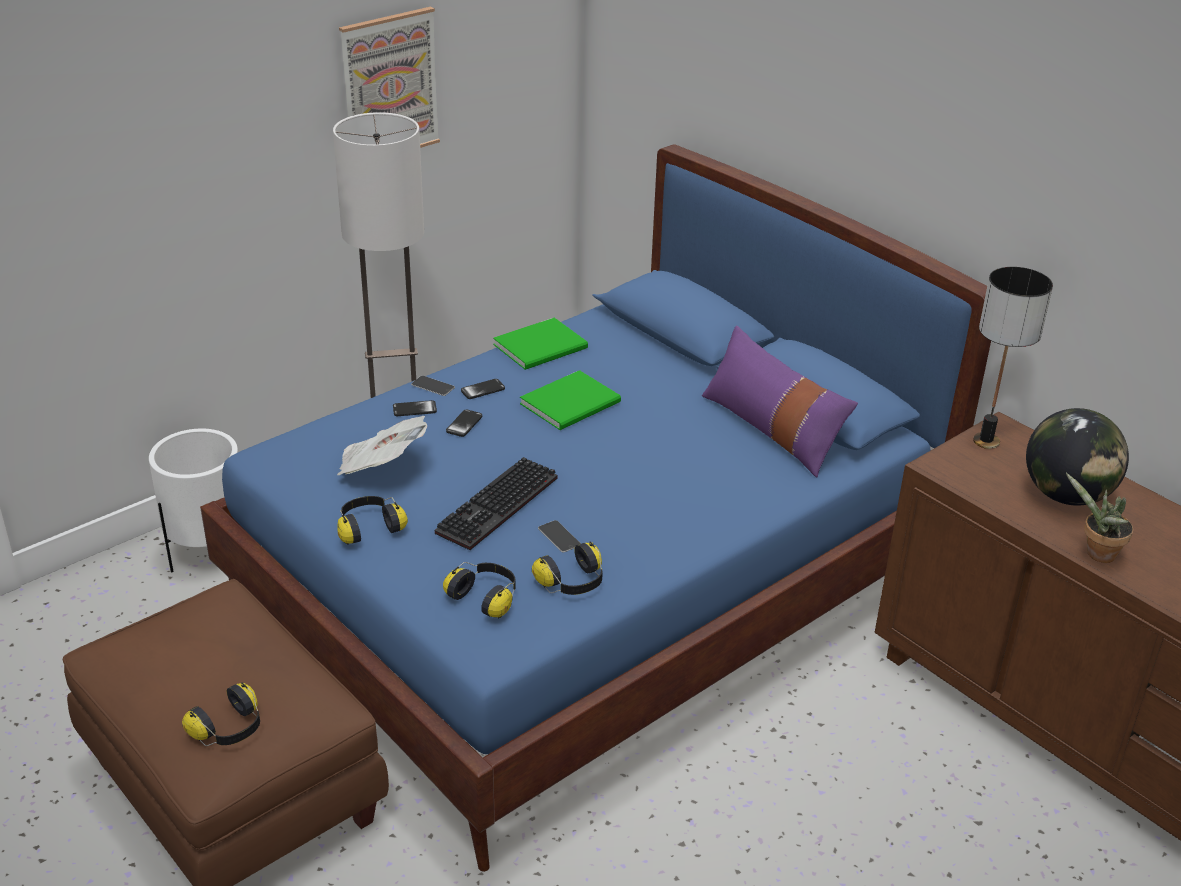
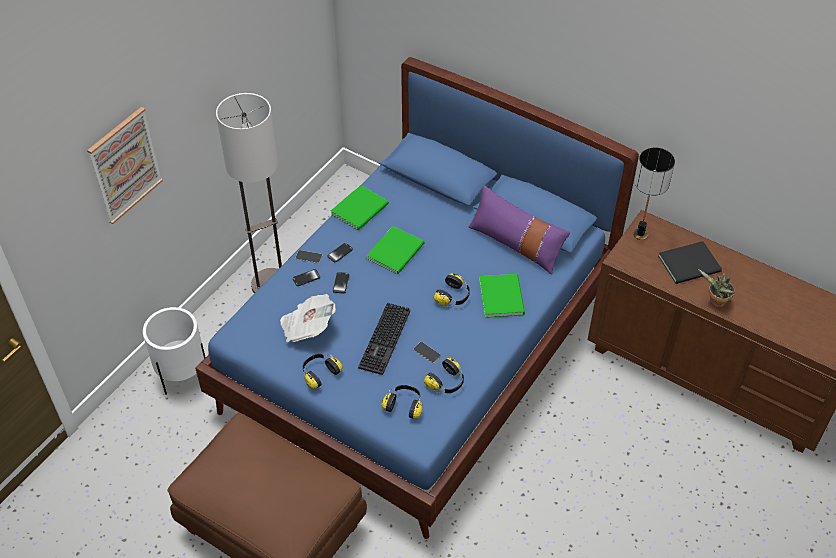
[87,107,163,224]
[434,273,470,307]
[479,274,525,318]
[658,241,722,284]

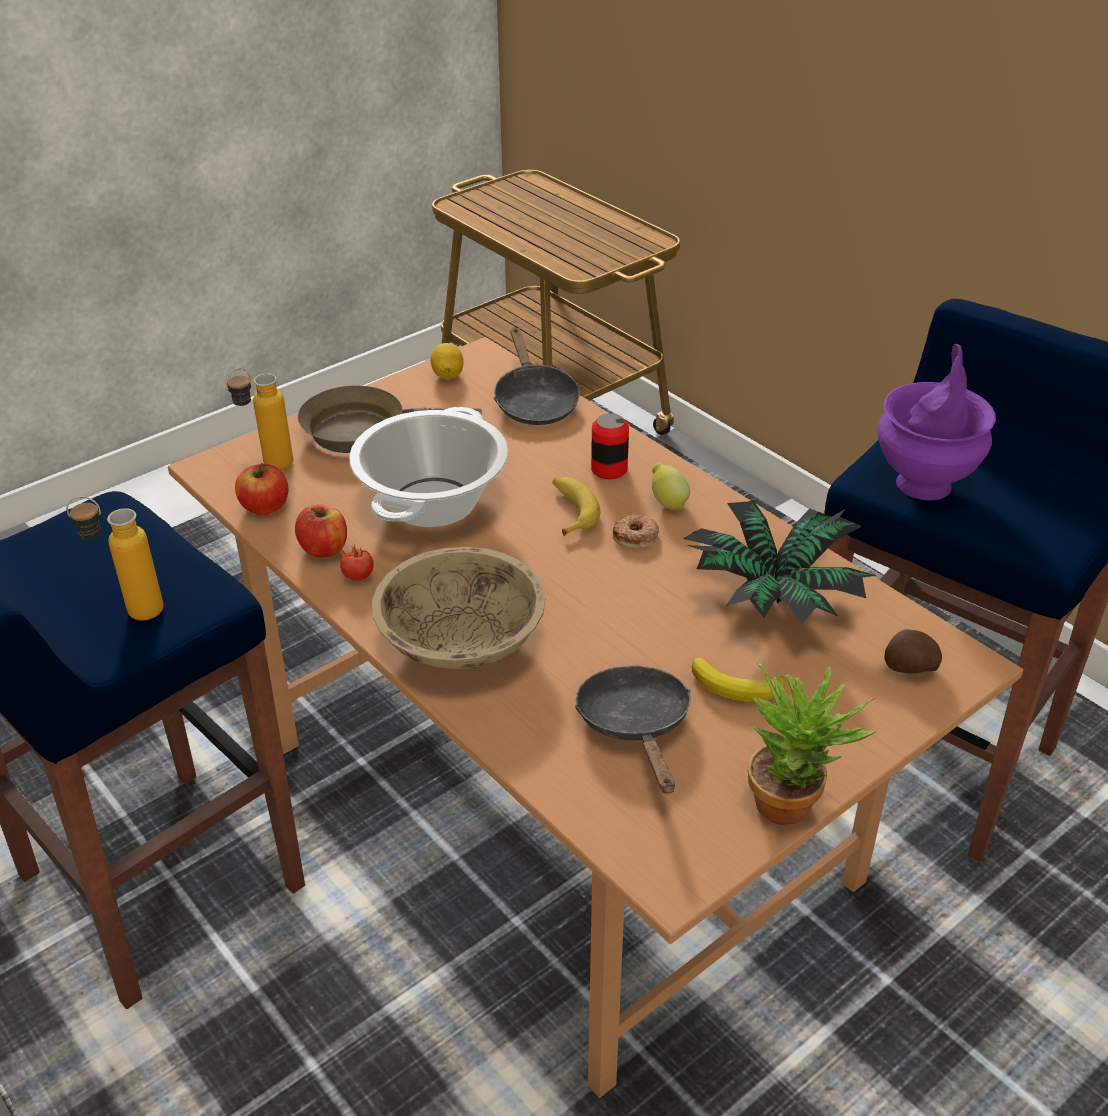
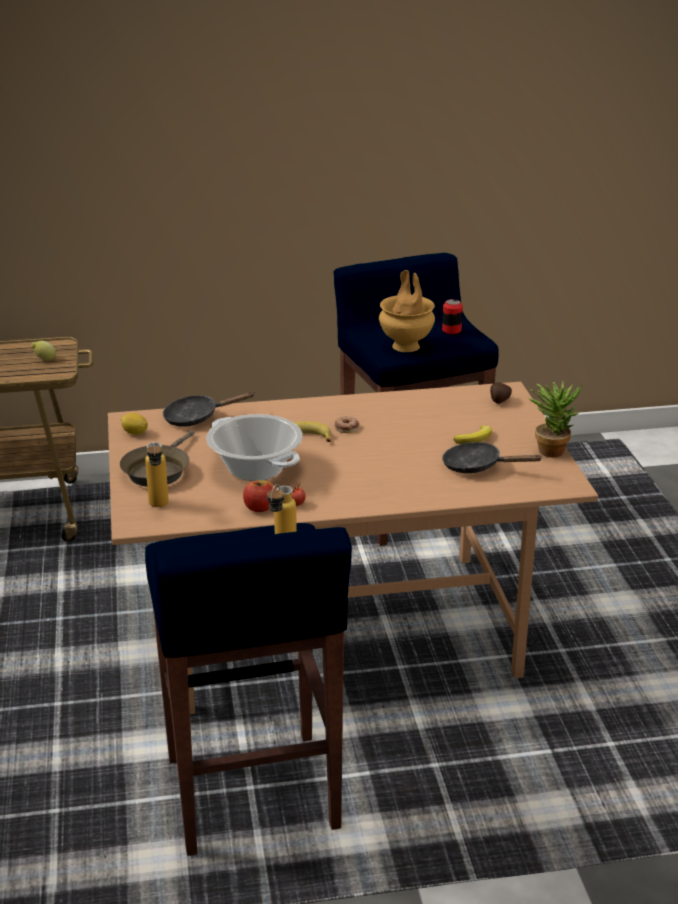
[31,341,56,361]
[163,392,255,427]
[379,270,435,352]
[442,299,463,334]
[235,463,288,515] (first image)
[372,547,546,670] (first image)
[683,500,877,625] (first image)

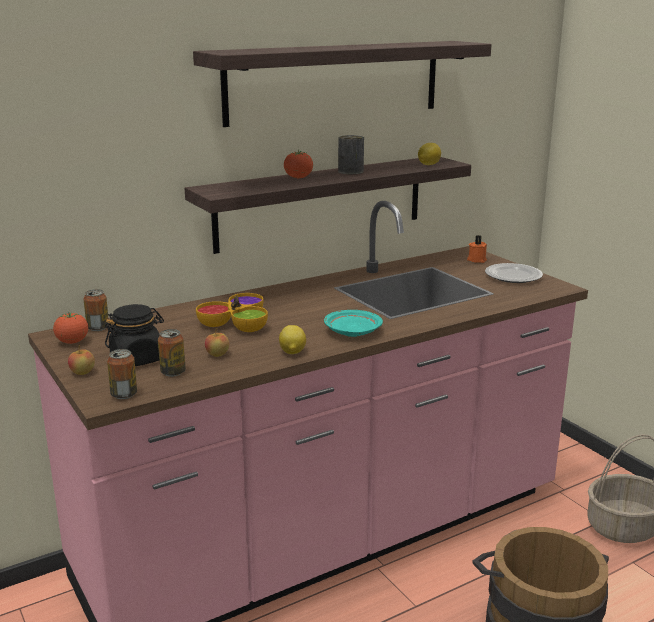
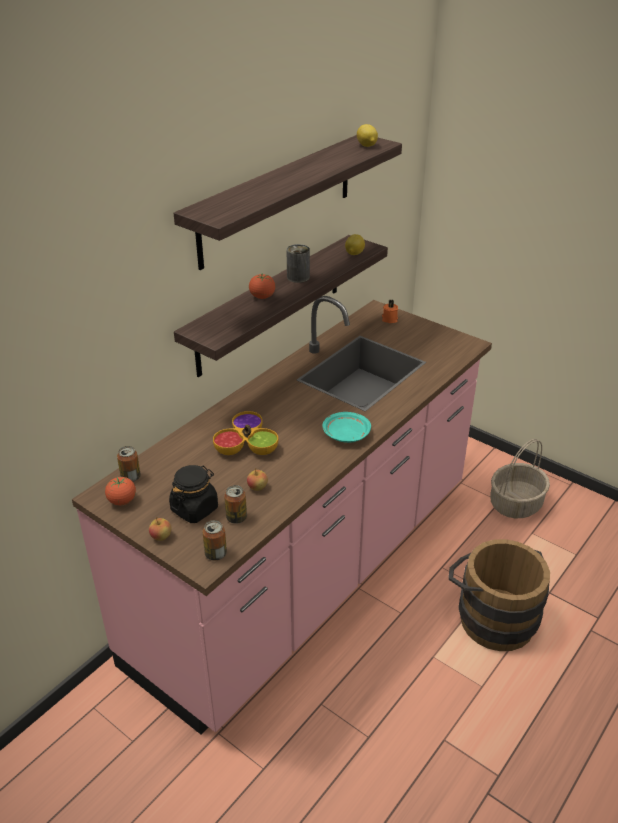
[357,124,378,147]
[485,263,543,283] (first image)

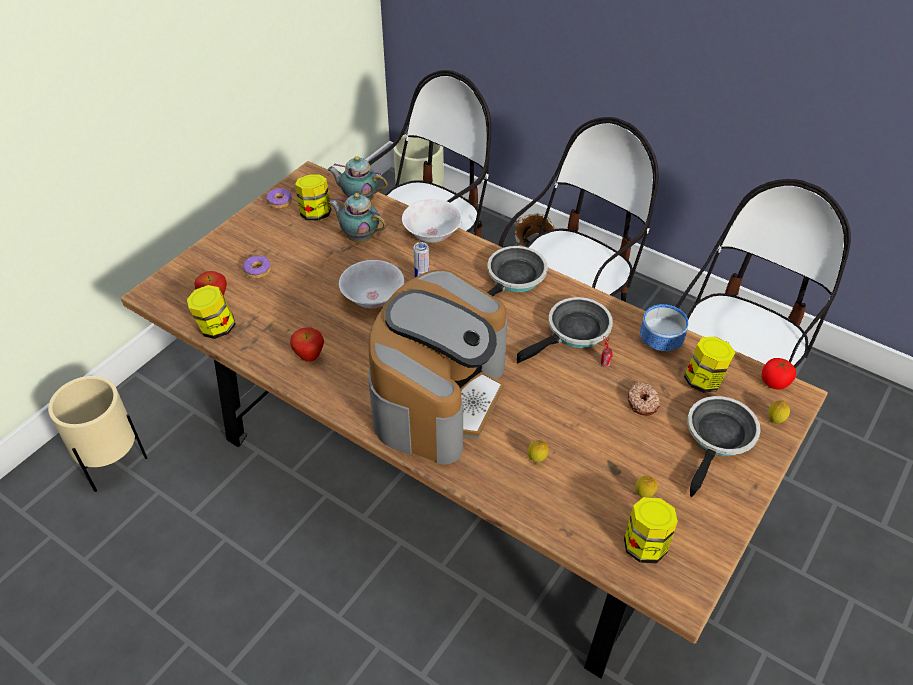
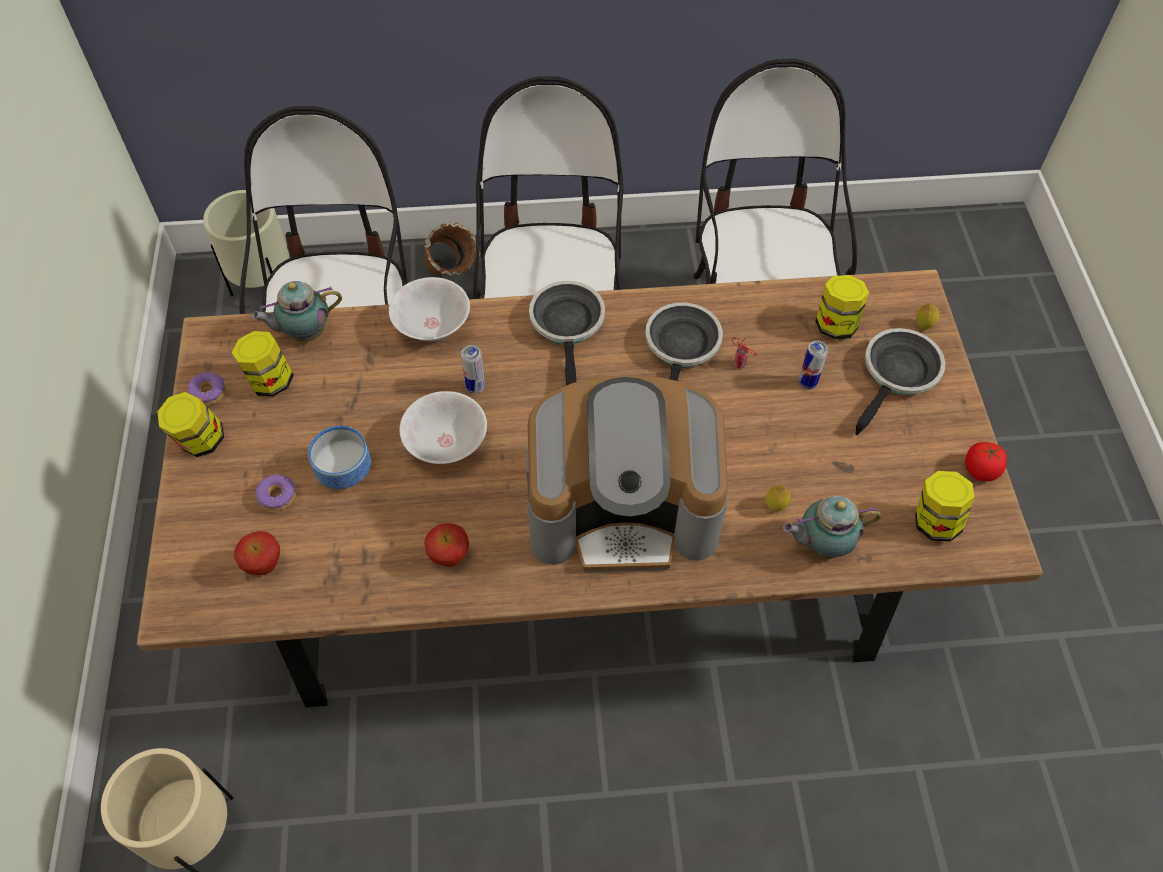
[158,392,224,457]
[308,426,371,489]
[526,375,728,572]
[783,495,881,559]
[799,341,828,389]
[856,328,945,435]
[965,442,1007,482]
[635,475,658,497] (first image)

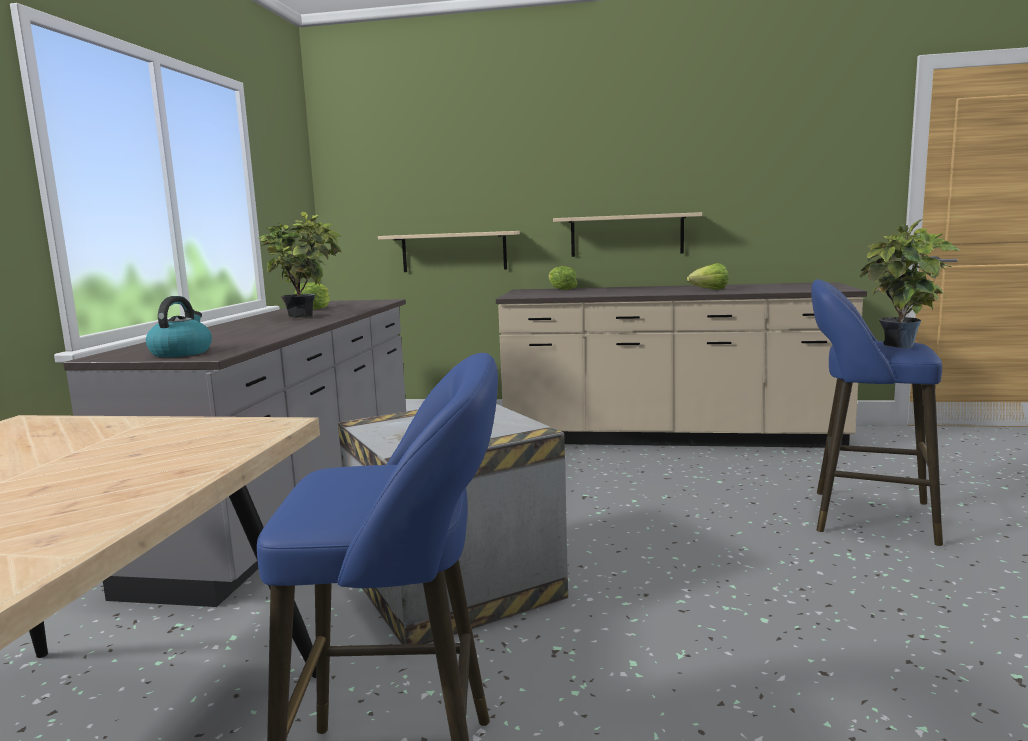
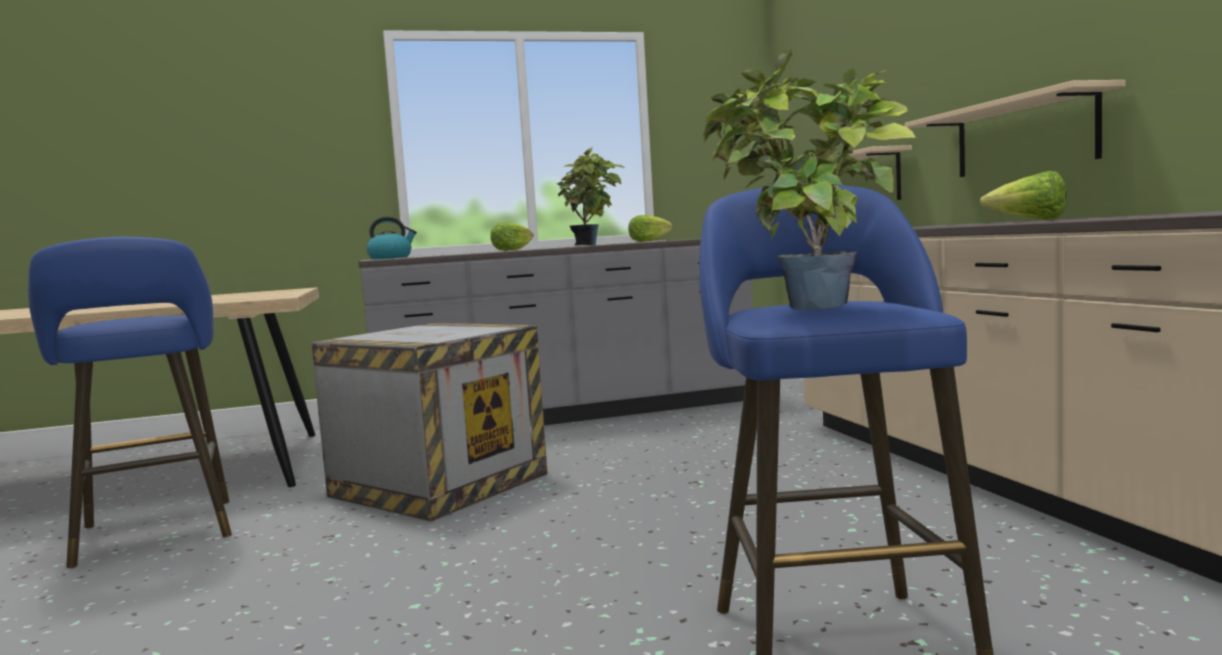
[490,222,534,251]

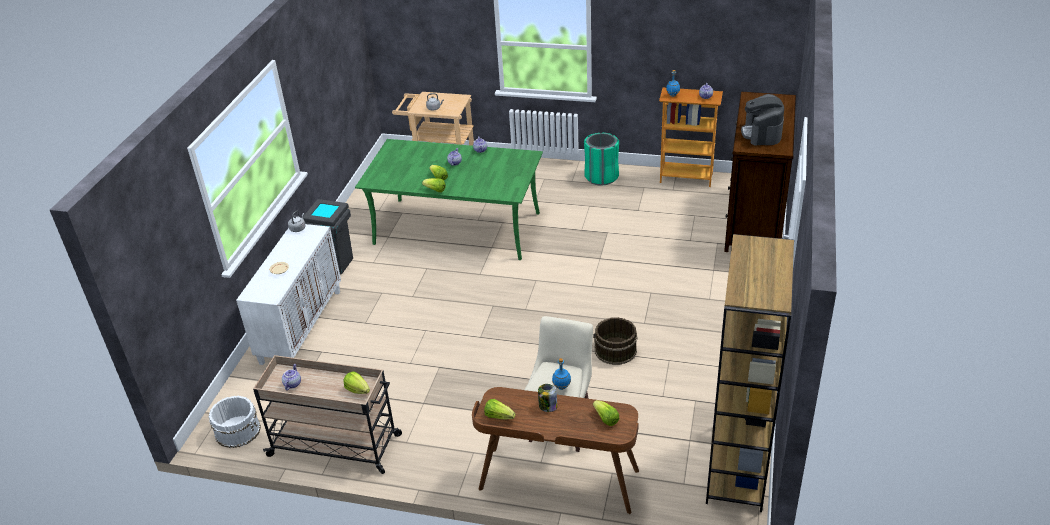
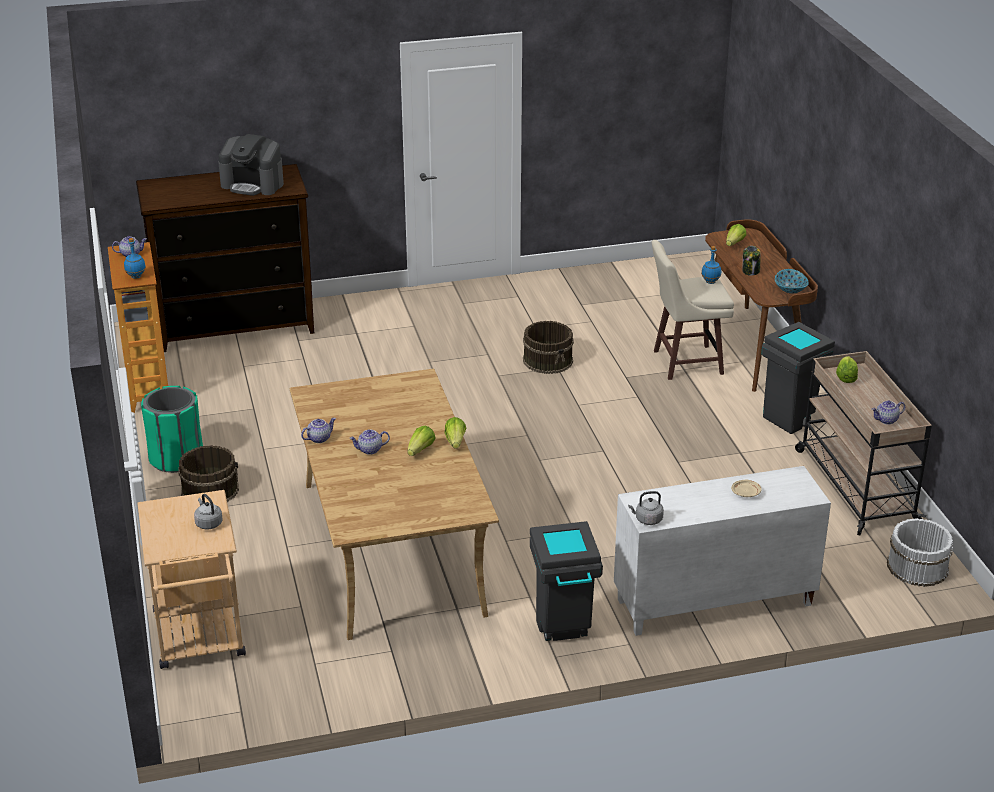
[179,445,239,502]
[218,134,284,196]
[290,369,499,640]
[762,322,835,434]
[775,269,809,294]
[706,234,794,512] (first image)

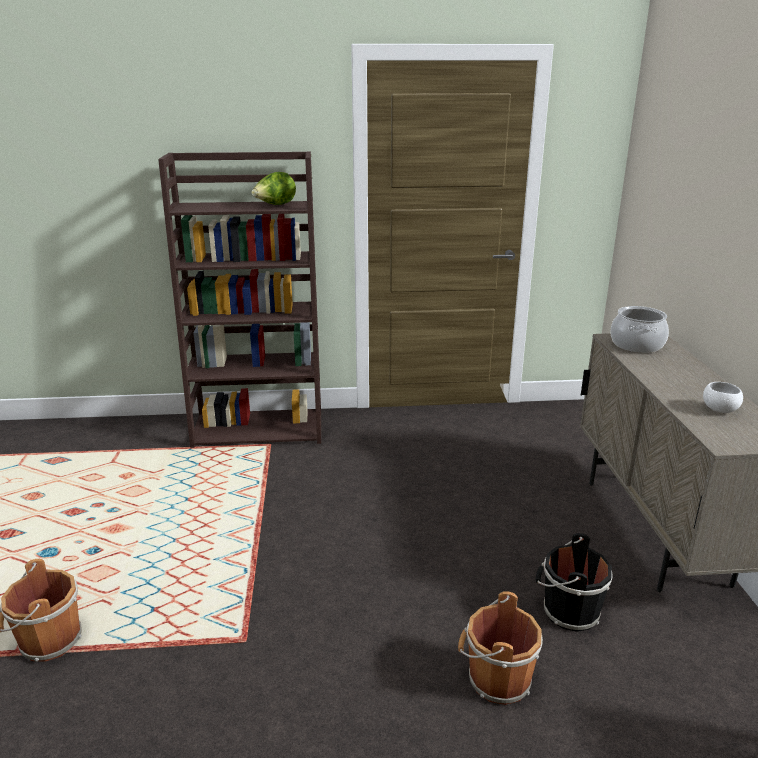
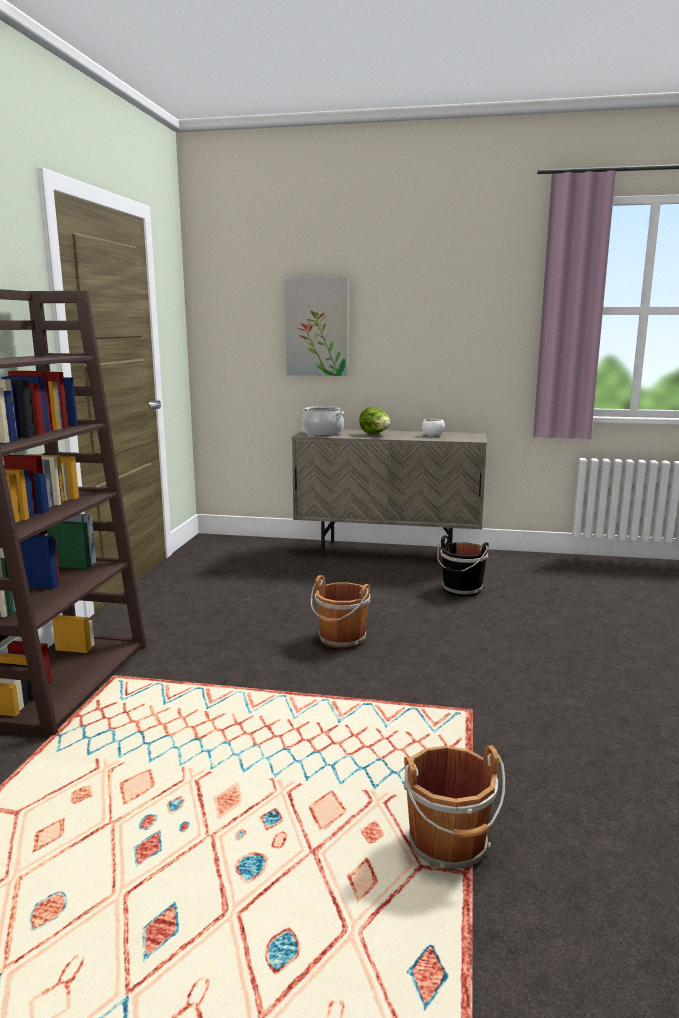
[285,277,349,376]
[311,575,370,649]
[359,407,390,434]

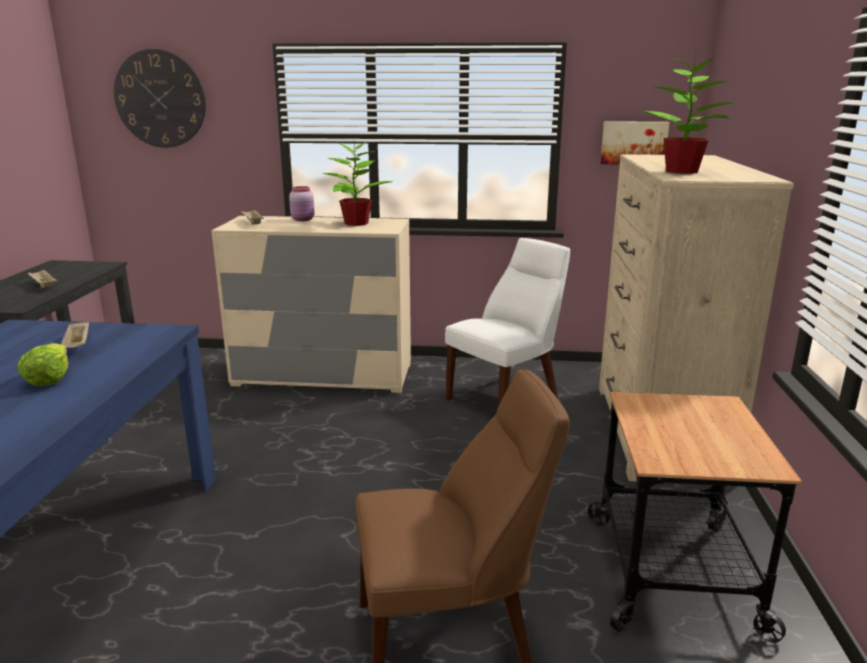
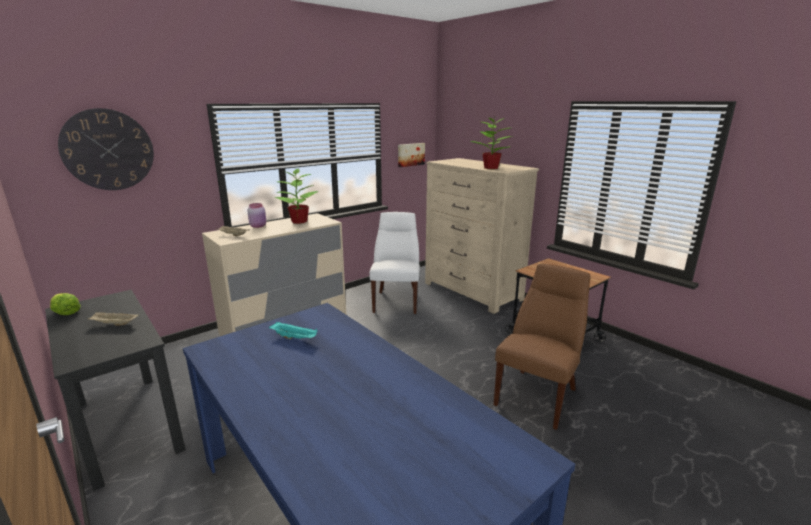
[50,293,81,315]
[269,321,318,339]

